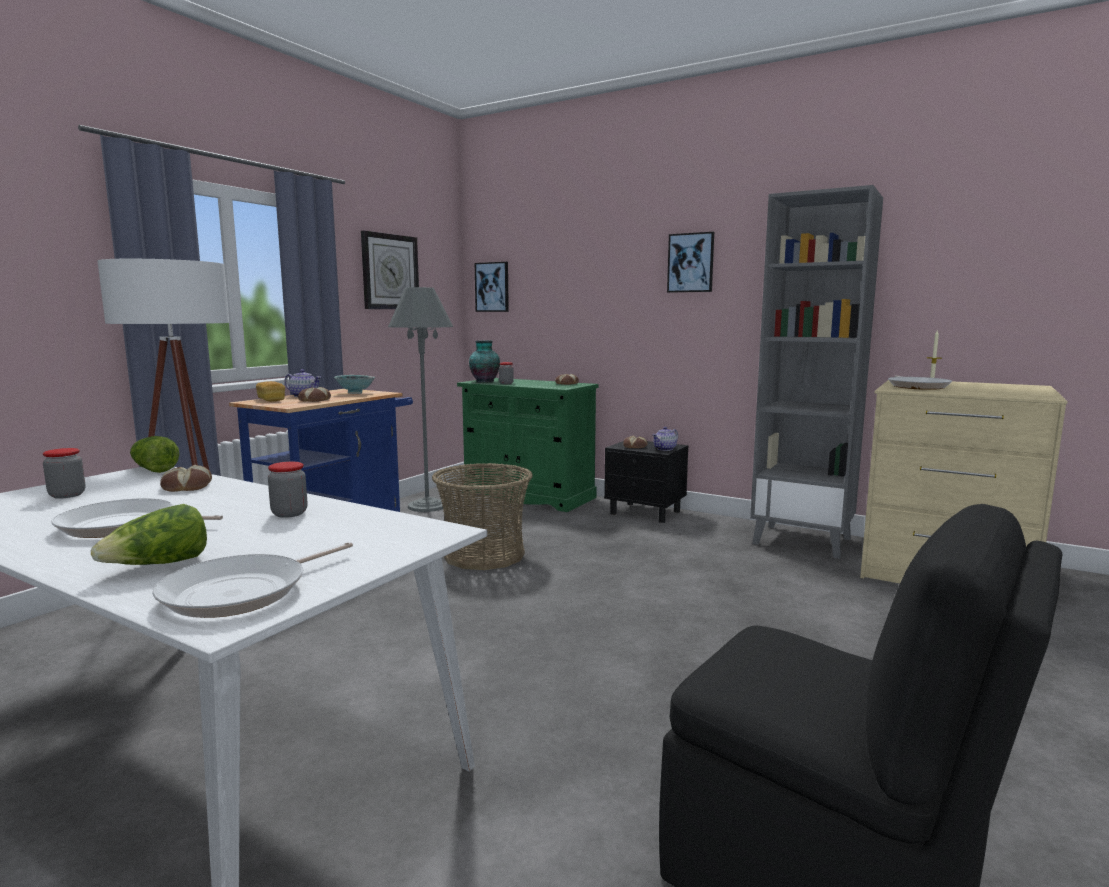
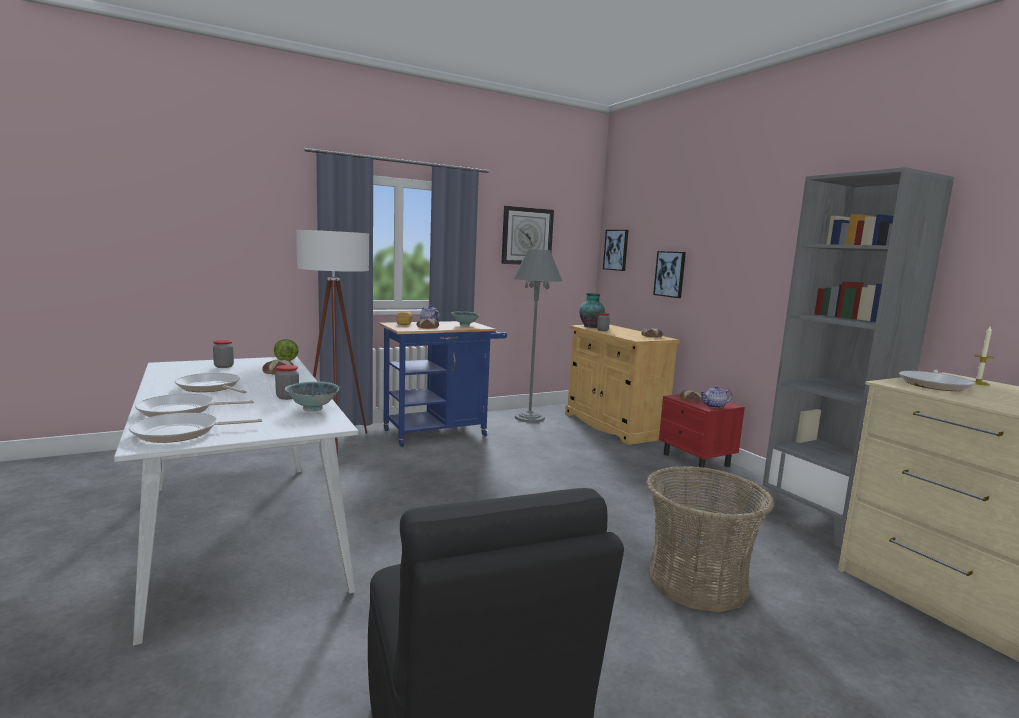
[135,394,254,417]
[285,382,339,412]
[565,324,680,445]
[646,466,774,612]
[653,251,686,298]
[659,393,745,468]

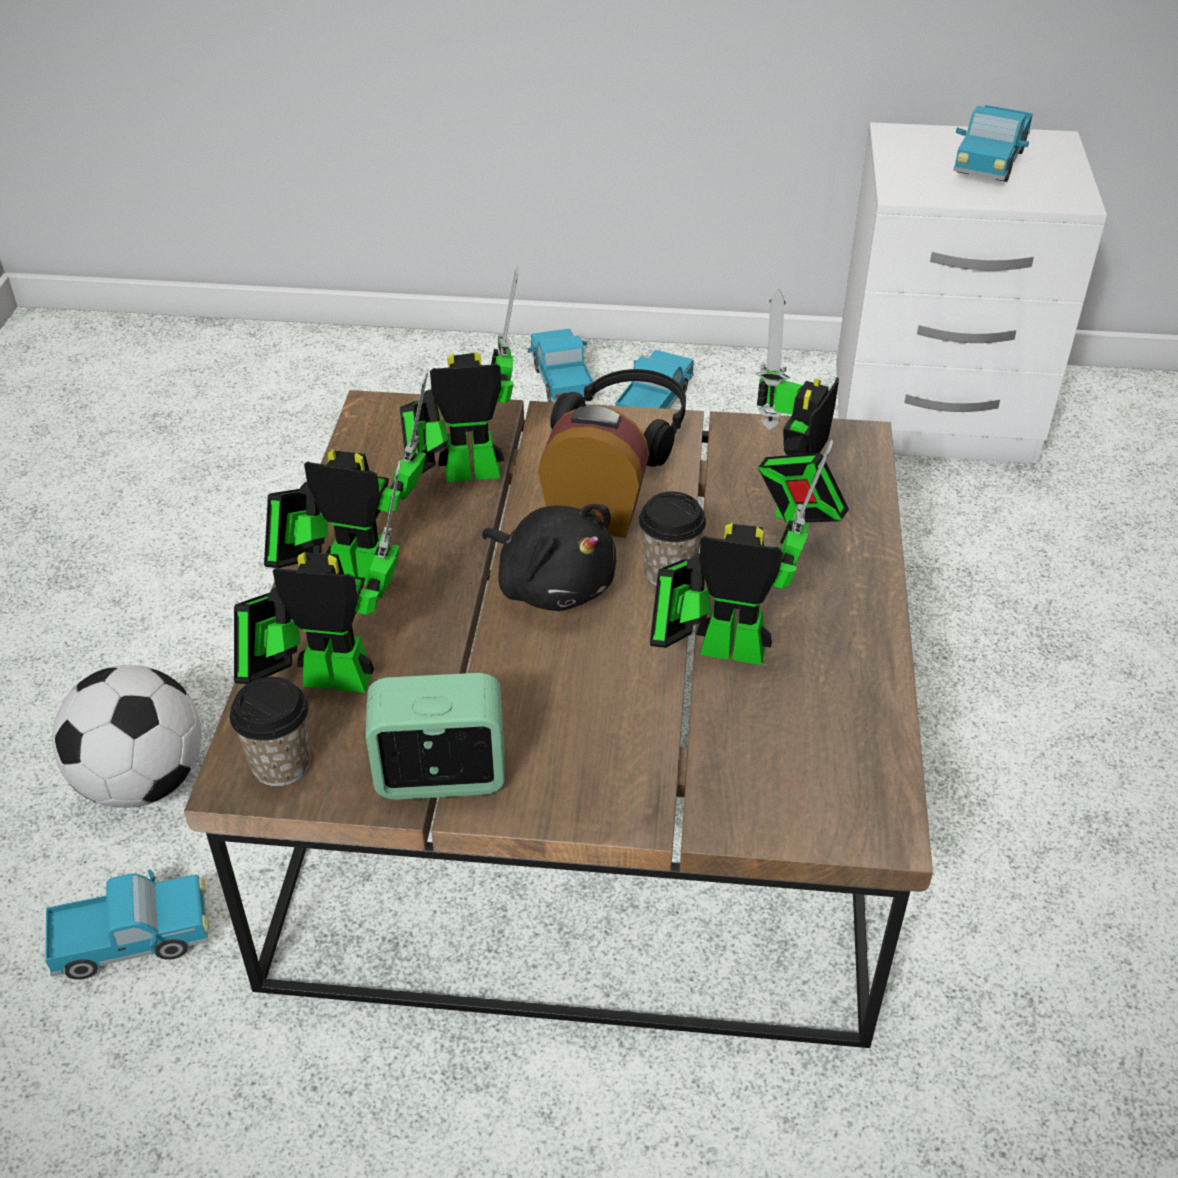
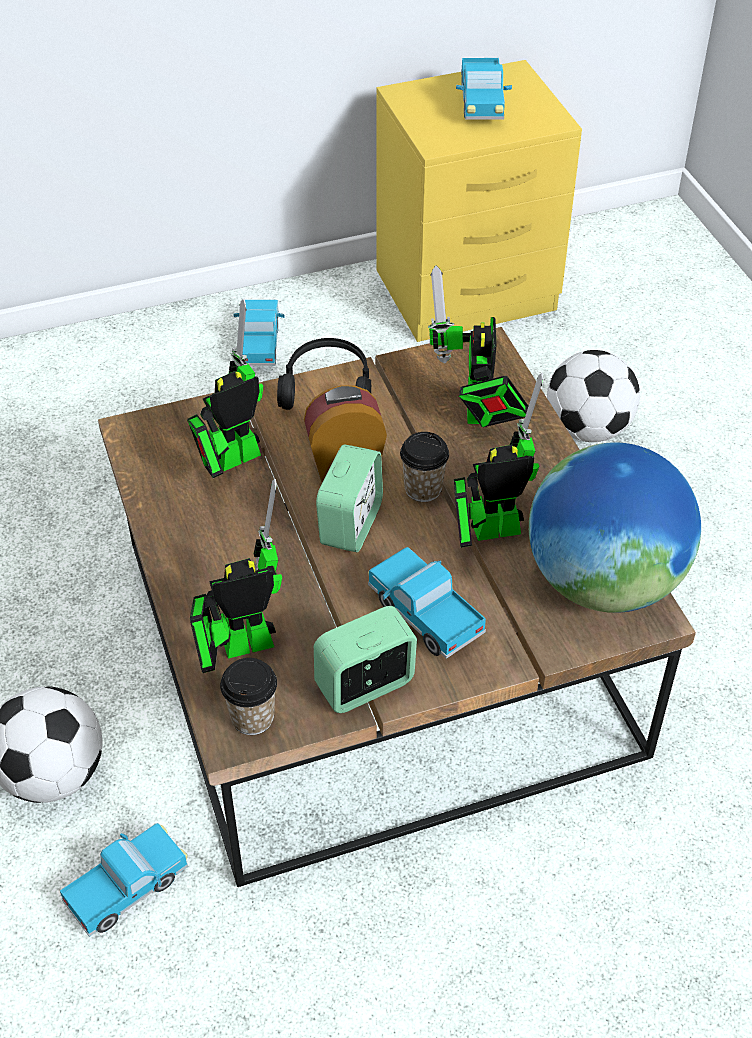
[316,444,383,552]
[368,547,486,659]
[377,60,582,342]
[529,442,701,613]
[547,350,640,442]
[264,371,428,585] (first image)

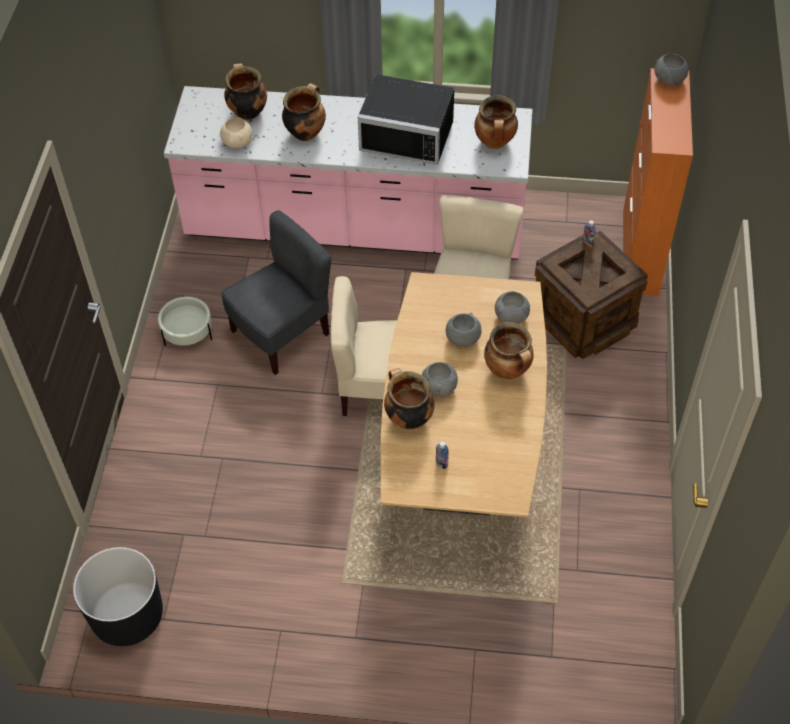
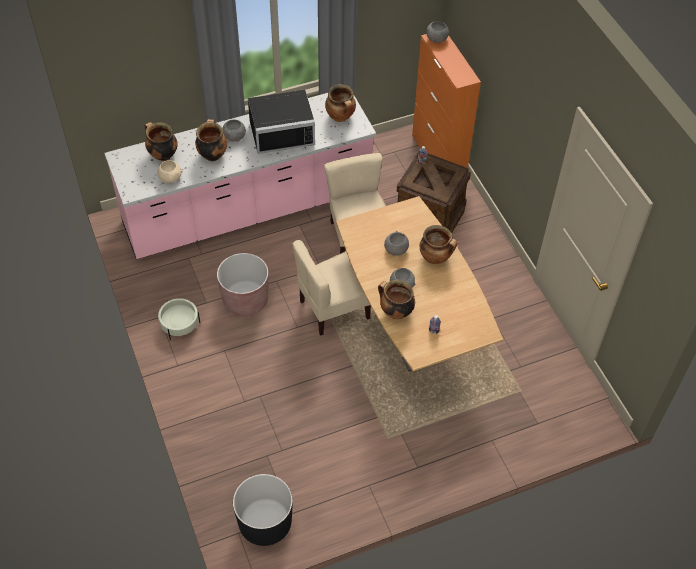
[217,253,268,316]
[222,120,246,141]

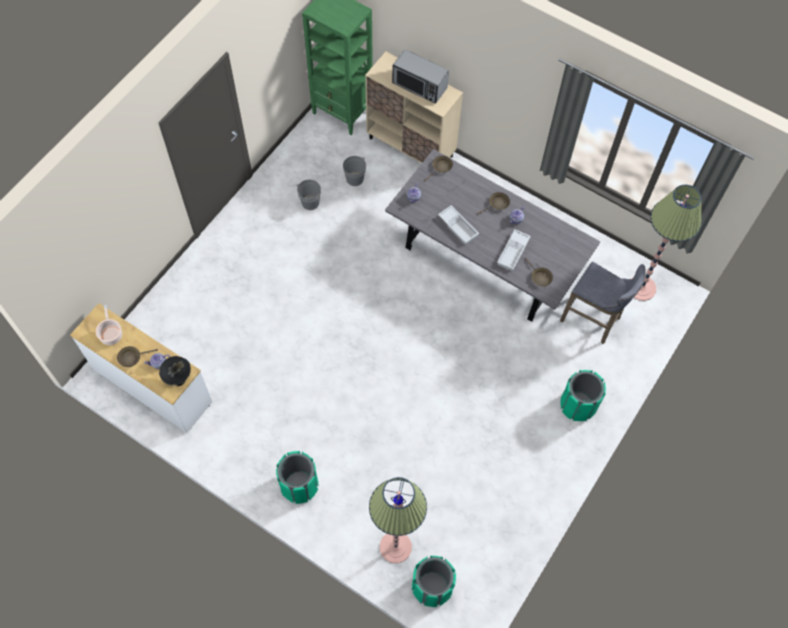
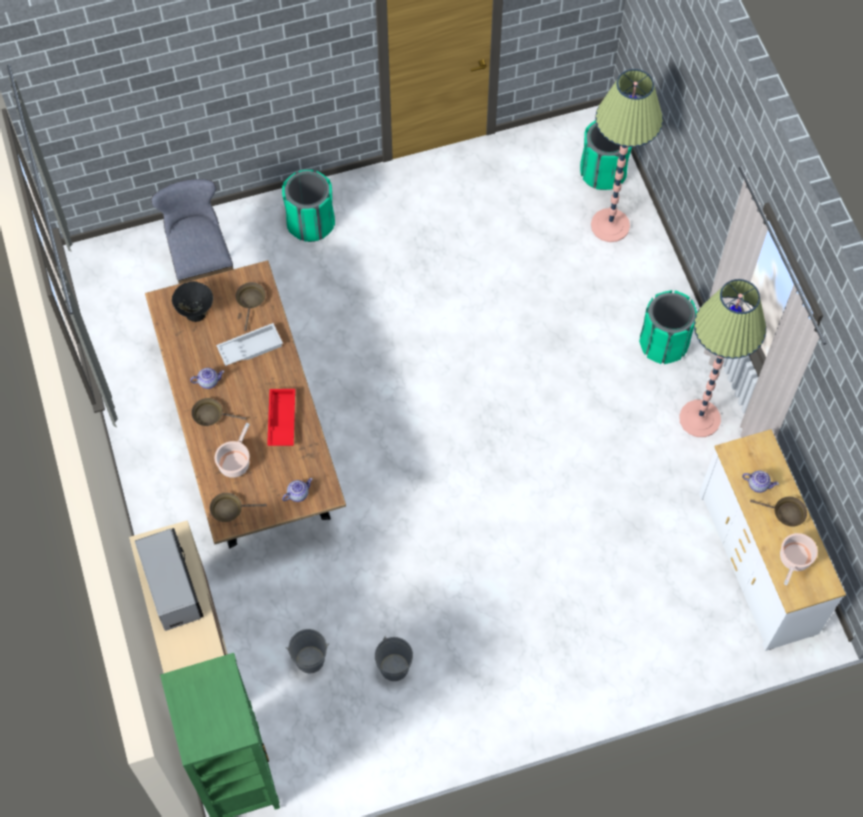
[145,260,346,549]
[172,281,213,322]
[215,423,250,478]
[267,389,295,446]
[679,279,766,437]

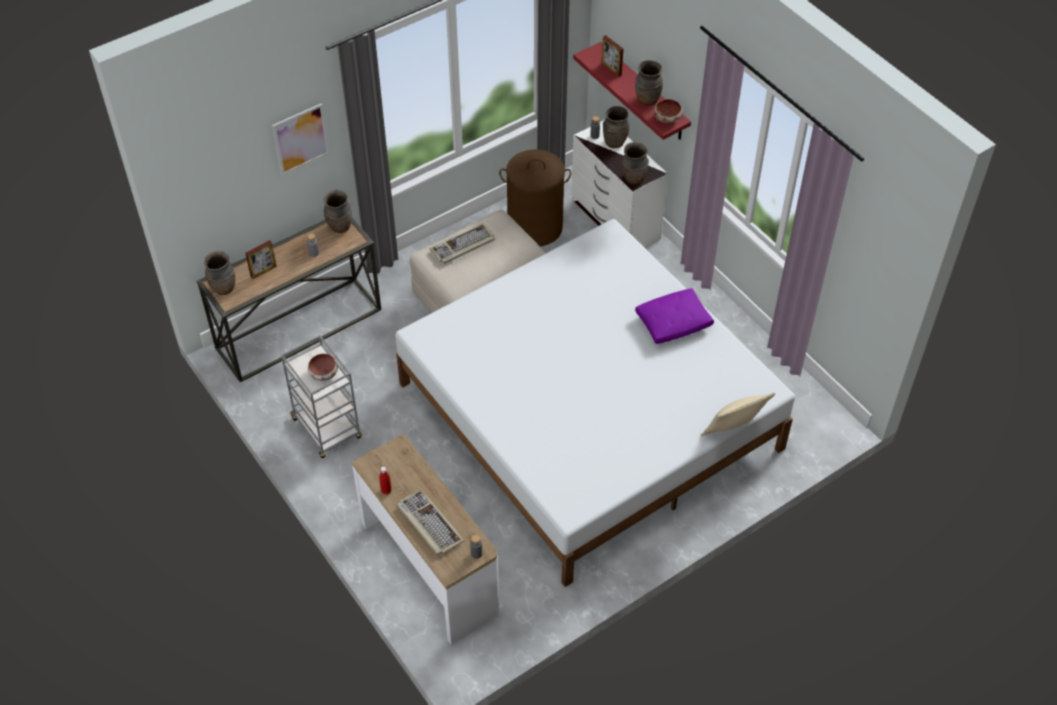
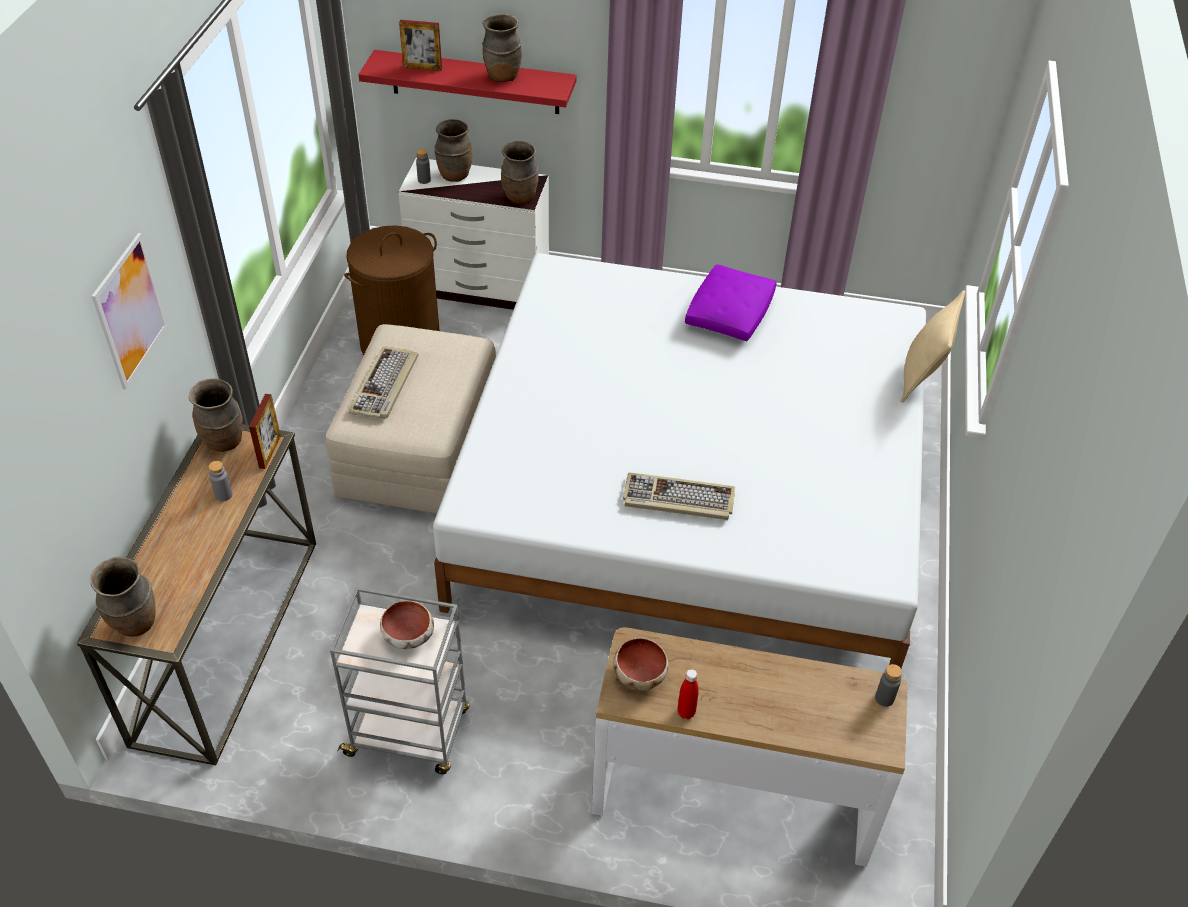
[249,394,281,469]
[613,638,669,691]
[623,472,735,520]

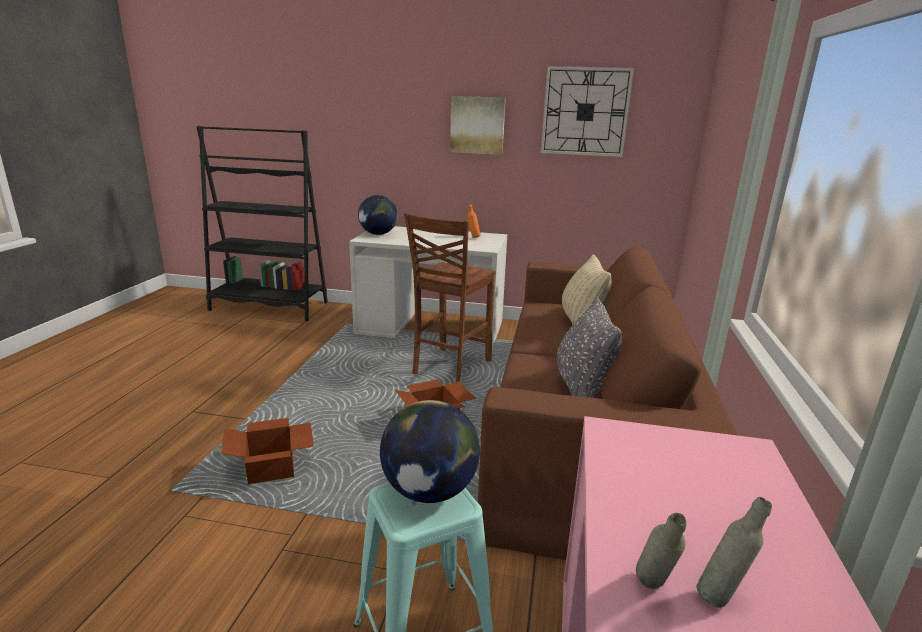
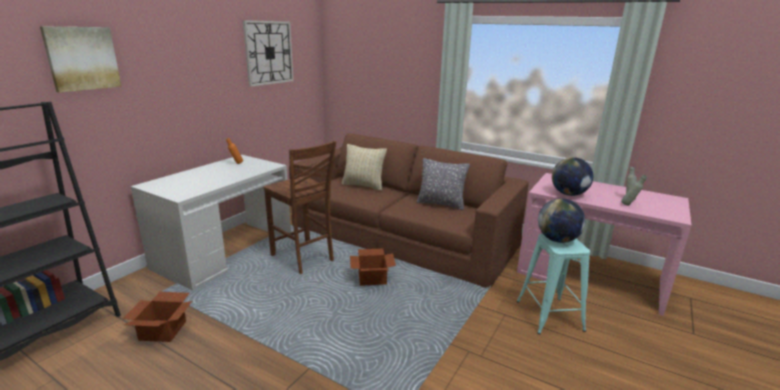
[40,26,122,93]
[123,292,192,342]
[552,157,593,196]

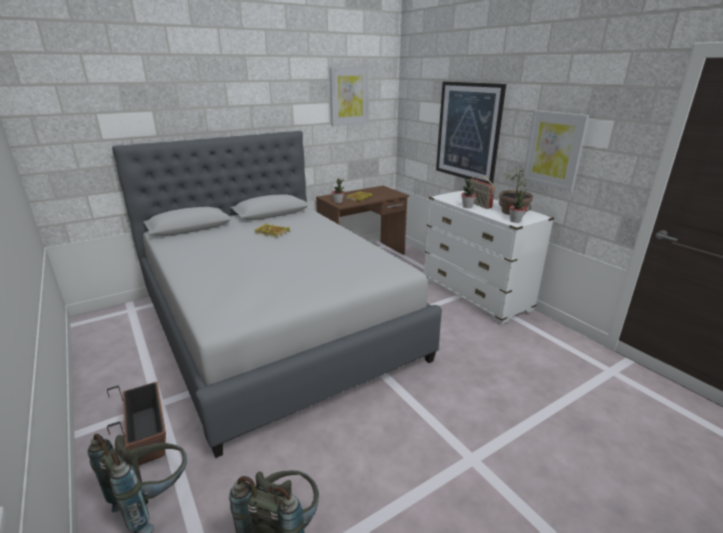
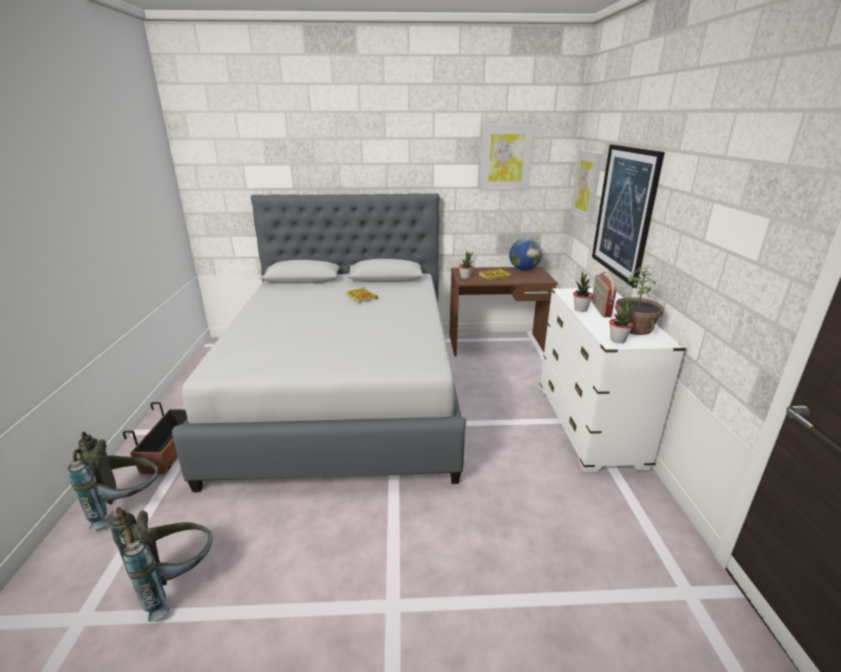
[509,238,542,271]
[571,149,603,224]

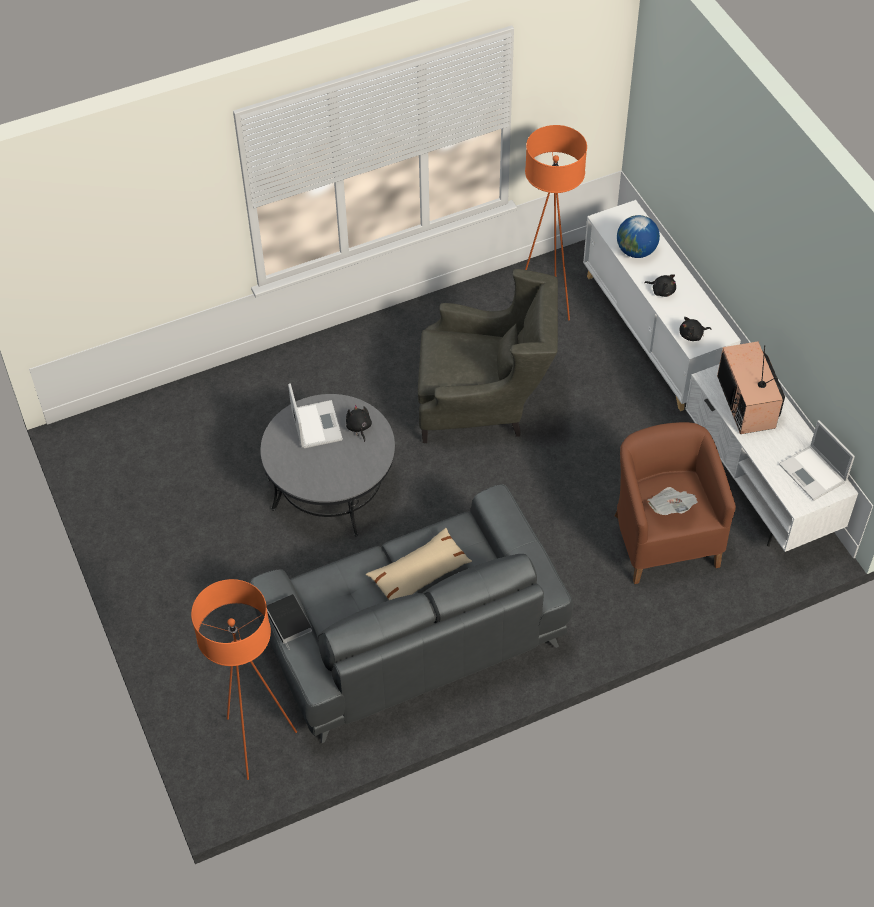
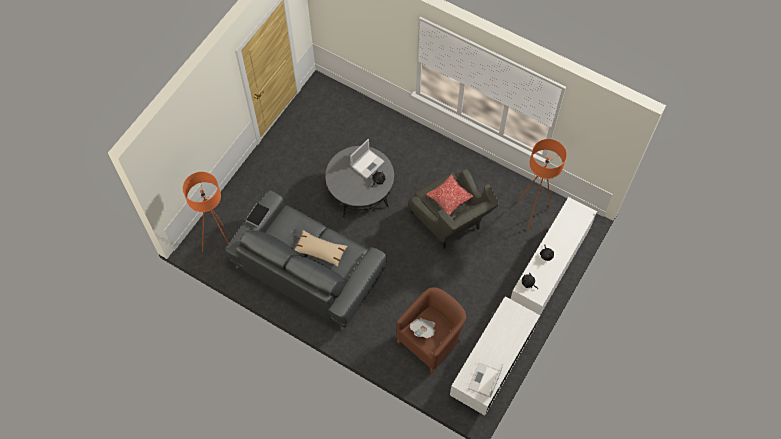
[426,175,473,215]
[617,215,660,258] (first image)
[717,342,785,434] (first image)

